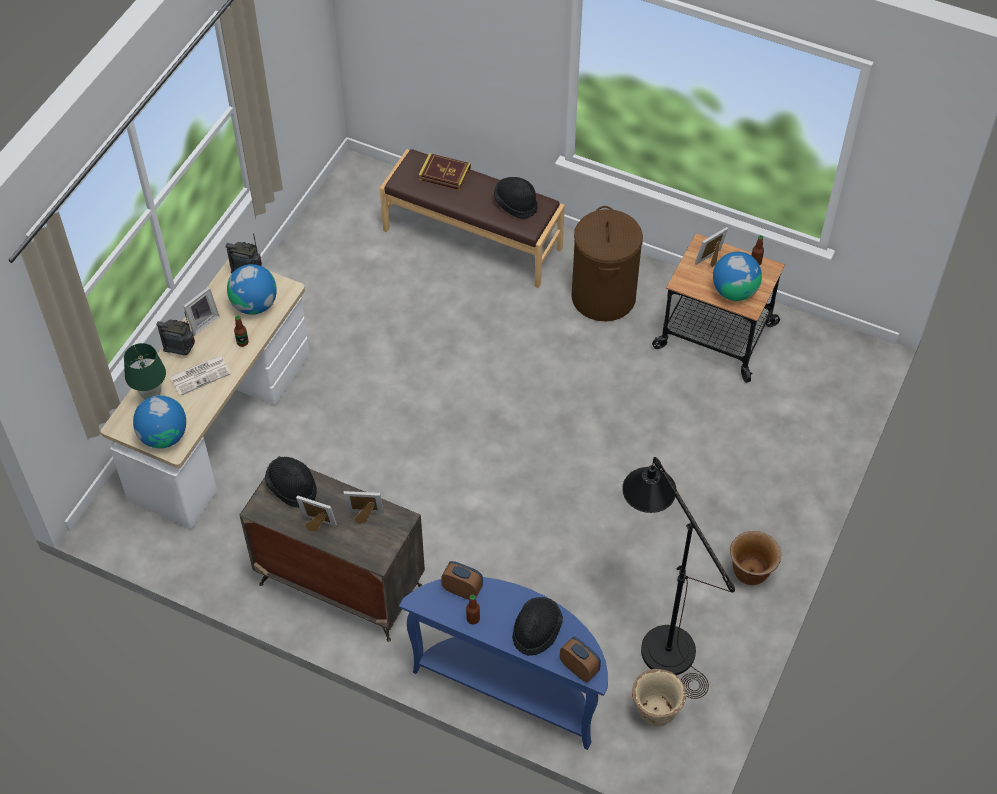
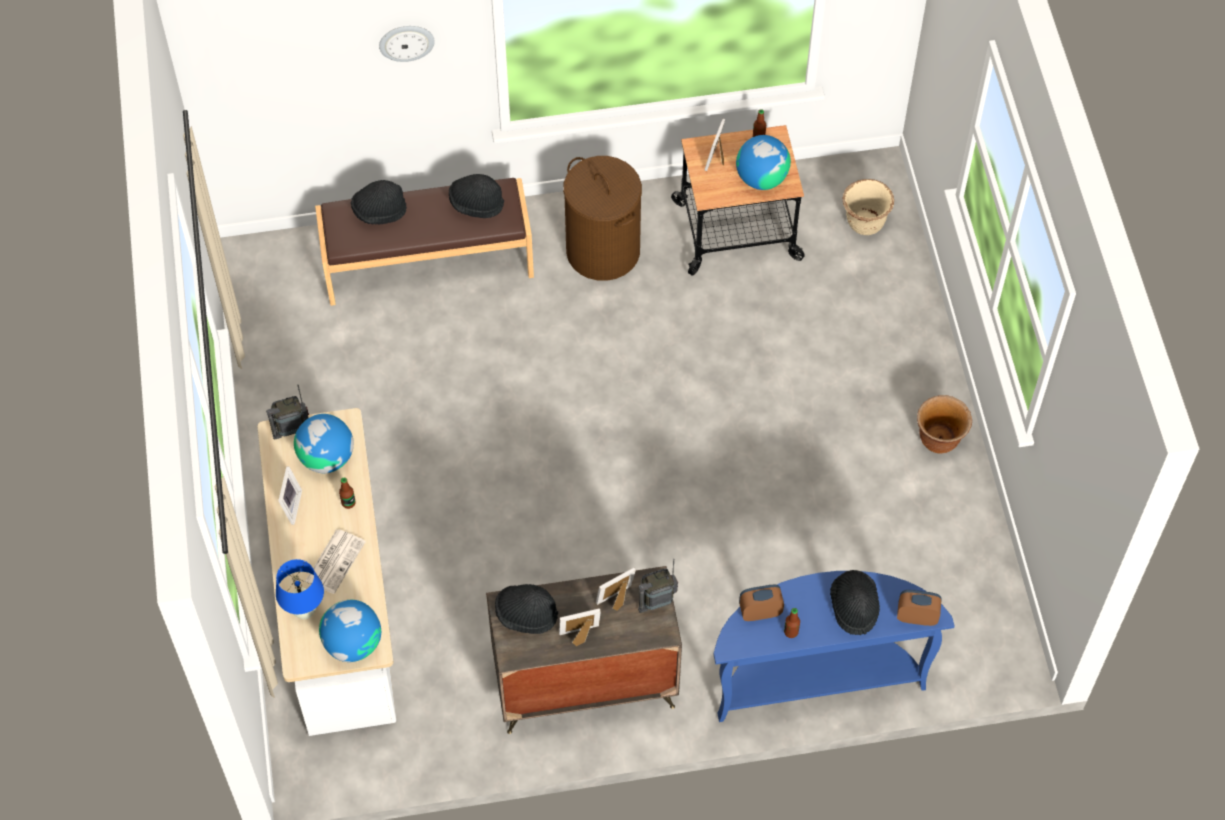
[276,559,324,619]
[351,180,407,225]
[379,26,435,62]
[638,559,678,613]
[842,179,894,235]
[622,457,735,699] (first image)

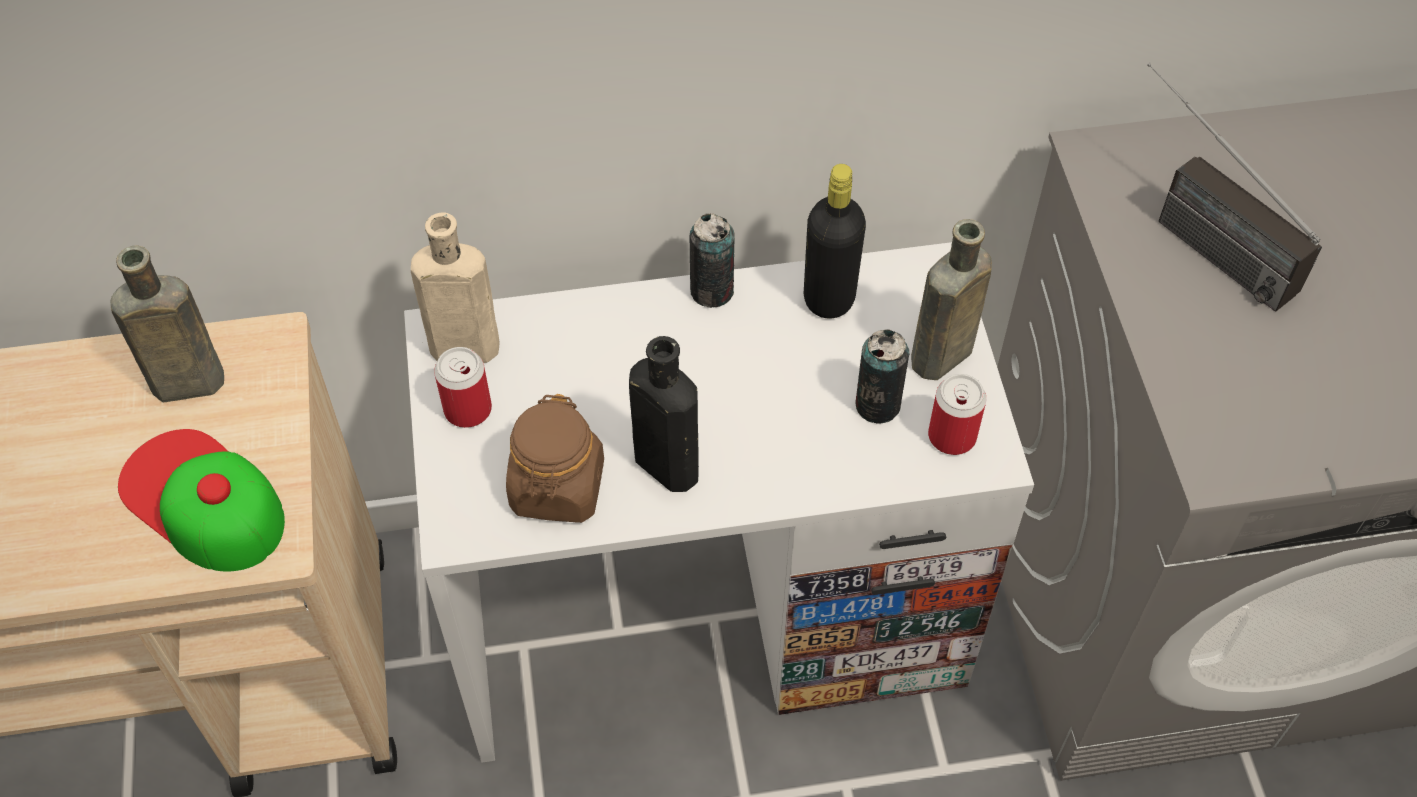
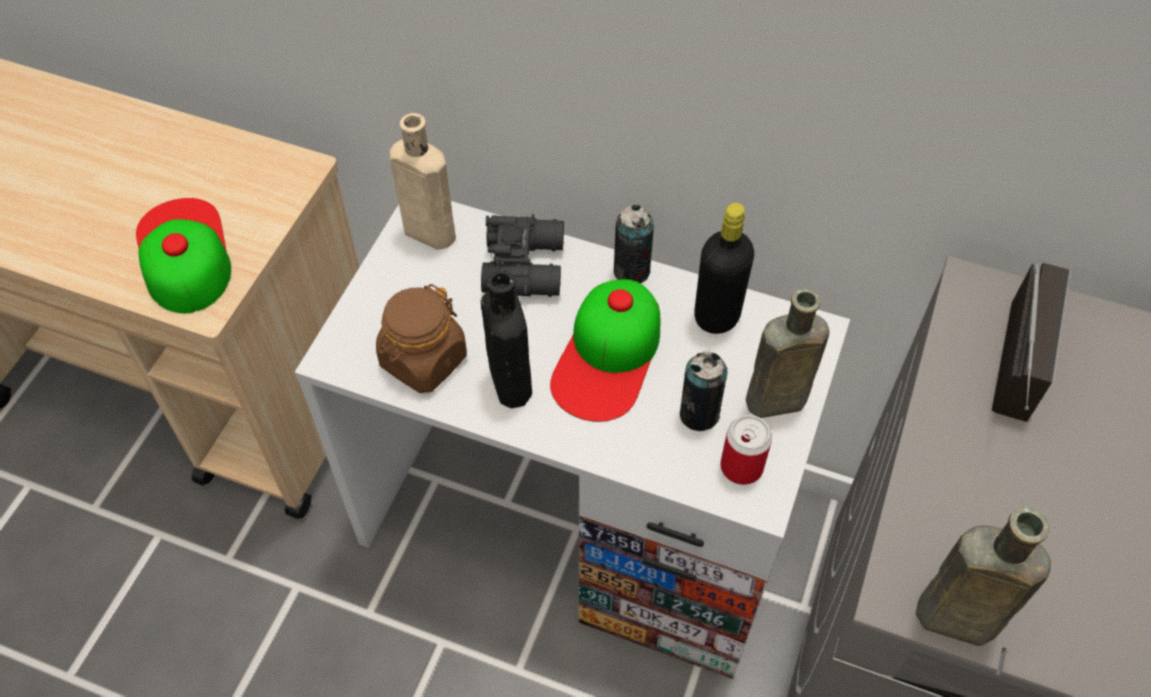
[481,214,564,297]
[550,279,660,422]
[916,507,1051,646]
[992,263,1070,422]
[434,347,492,428] (first image)

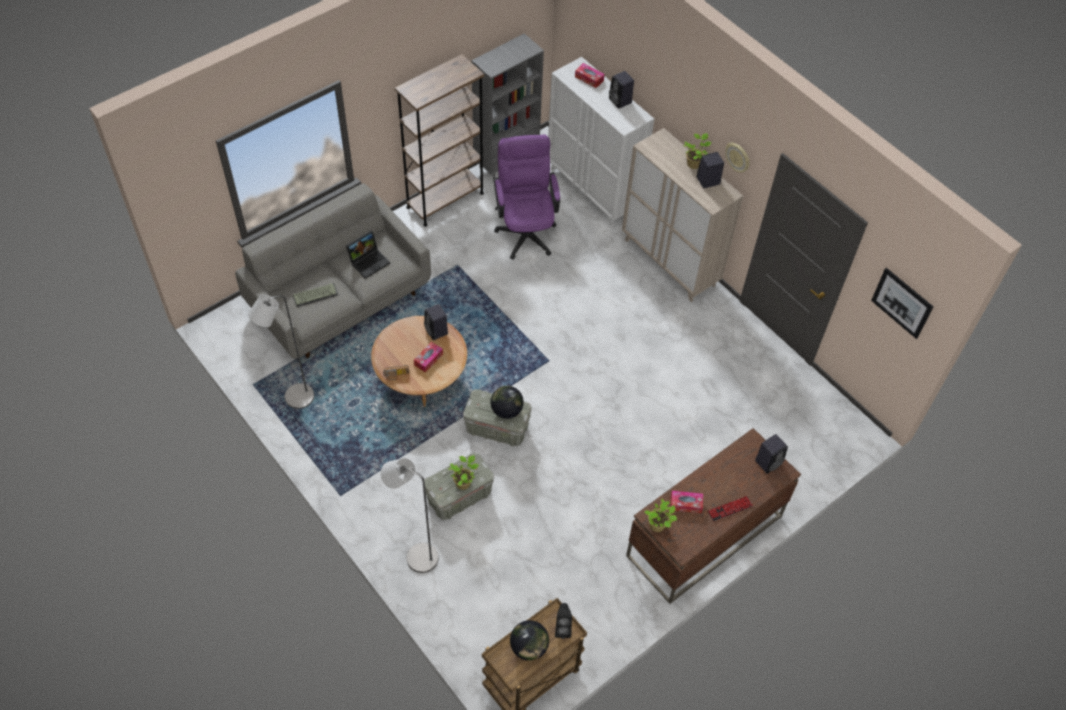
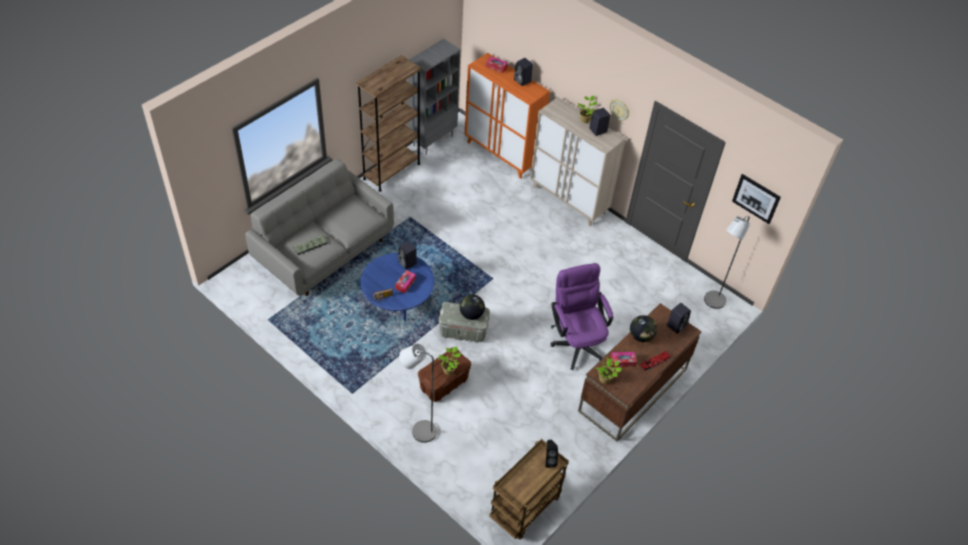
[360,253,434,322]
[418,347,471,402]
[465,53,550,179]
[551,263,613,370]
[630,315,657,342]
[704,216,750,309]
[346,231,390,279] (first image)

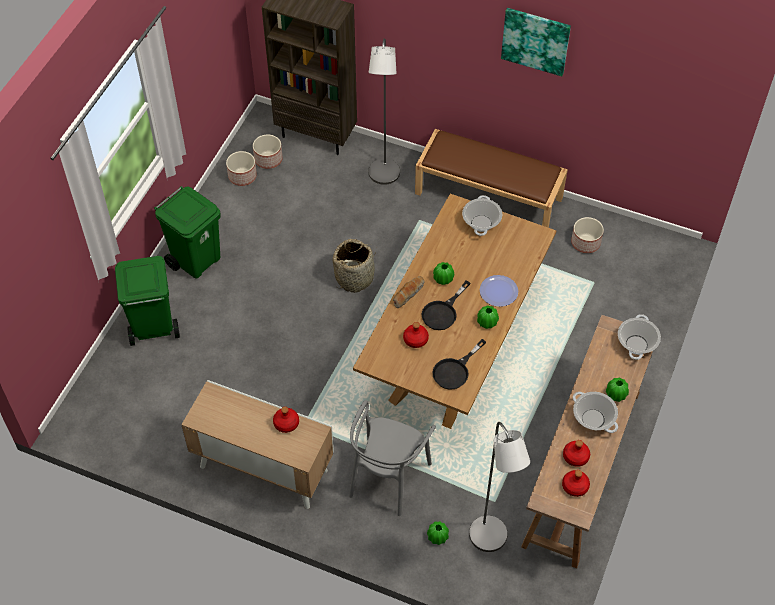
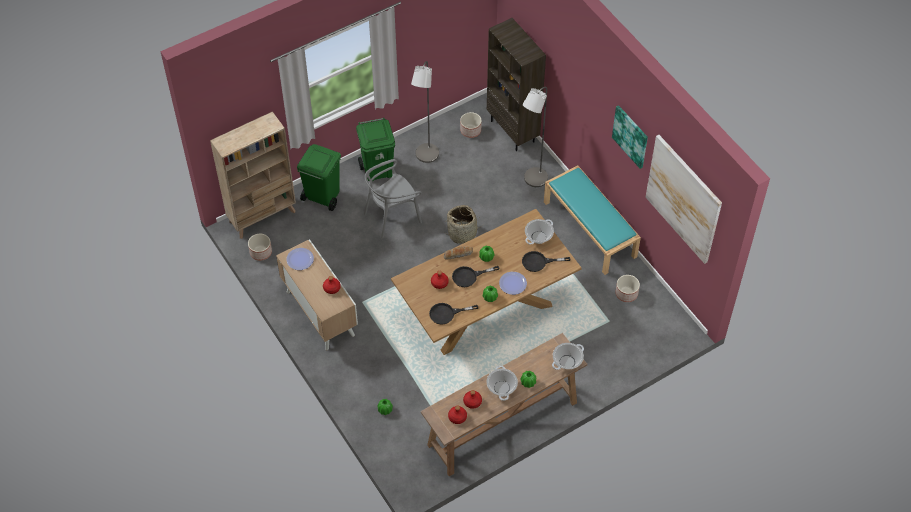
[210,111,296,239]
[248,234,272,261]
[286,248,314,270]
[364,159,422,238]
[411,61,439,163]
[522,251,570,272]
[544,165,641,275]
[645,135,722,264]

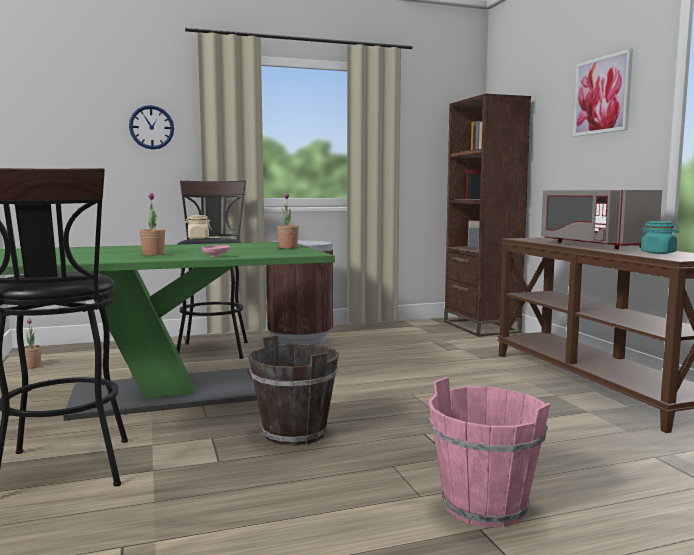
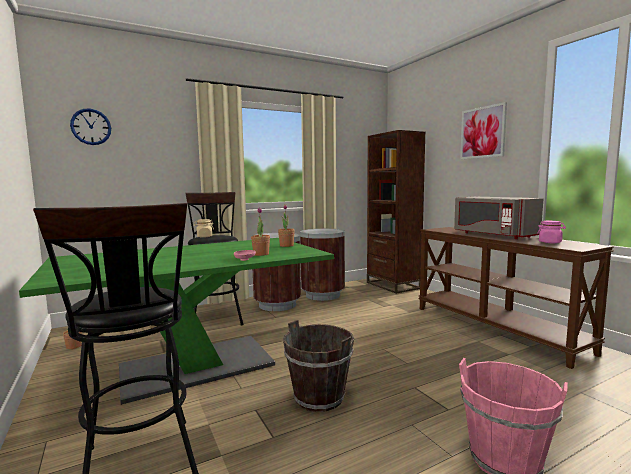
[70,108,111,145]
[251,207,270,256]
[300,229,345,301]
[537,221,566,243]

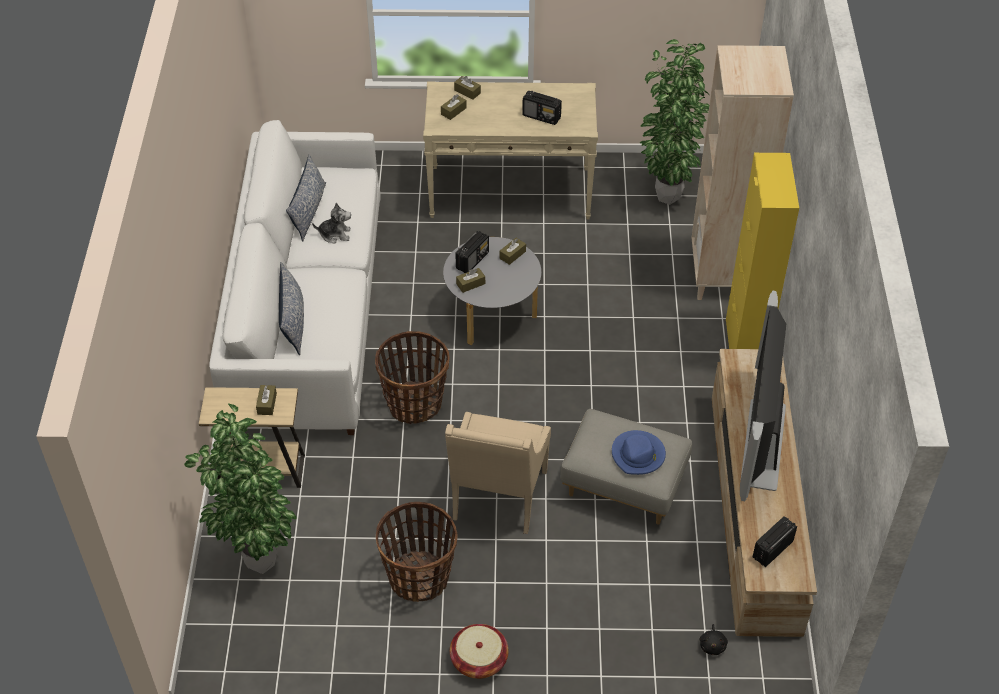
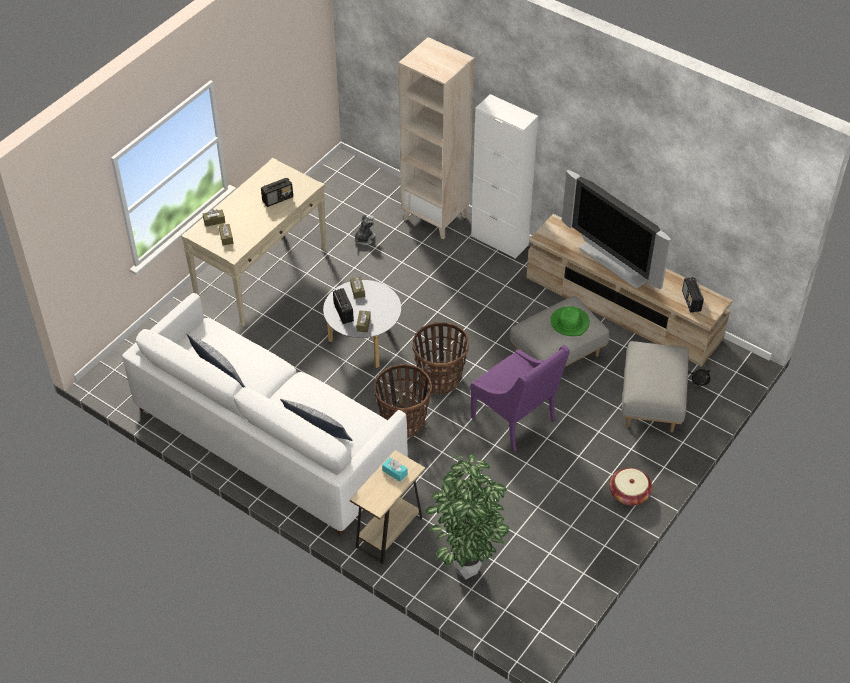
[355,215,376,245]
[382,457,408,482]
[412,322,469,395]
[470,345,570,452]
[471,94,538,259]
[550,306,590,336]
[621,341,689,432]
[640,39,710,205] (first image)

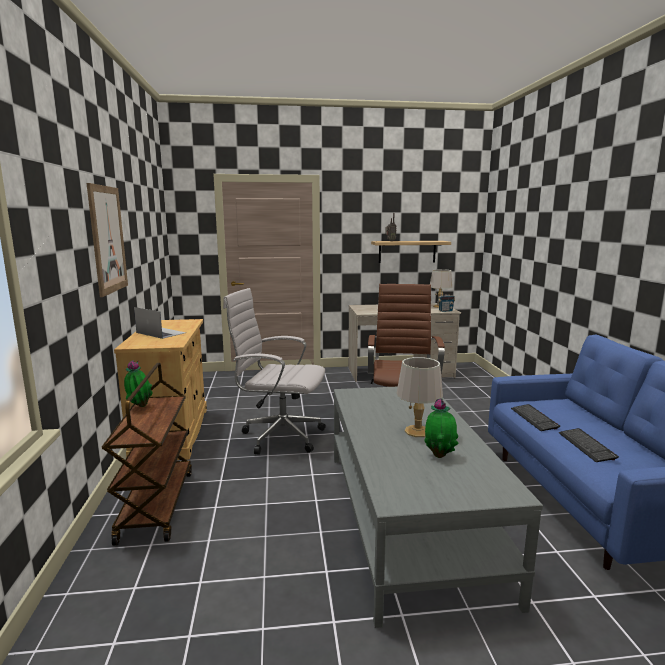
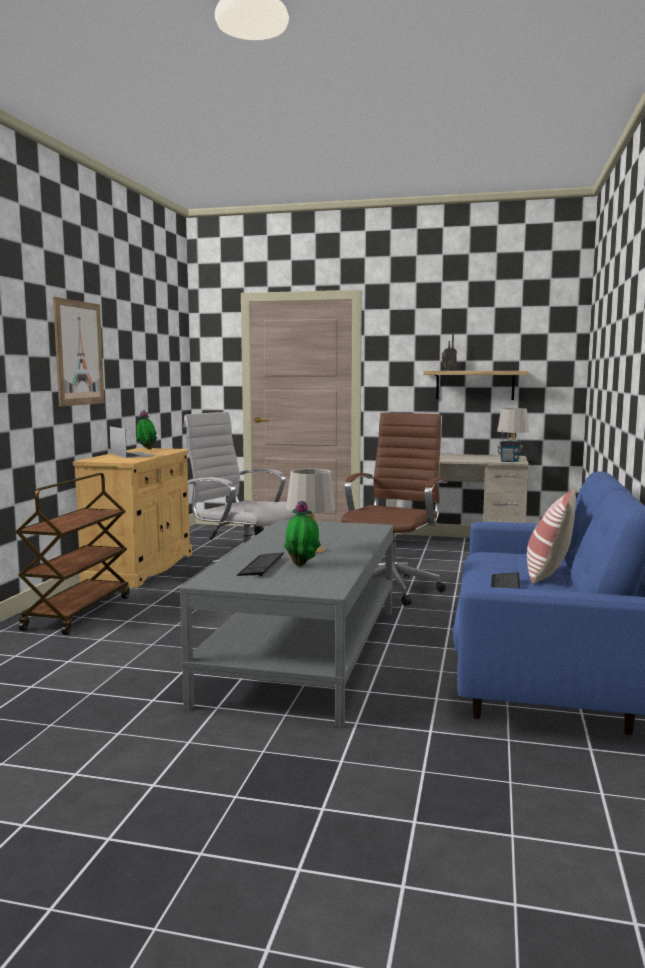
[136,410,157,449]
[237,552,284,576]
[527,488,576,584]

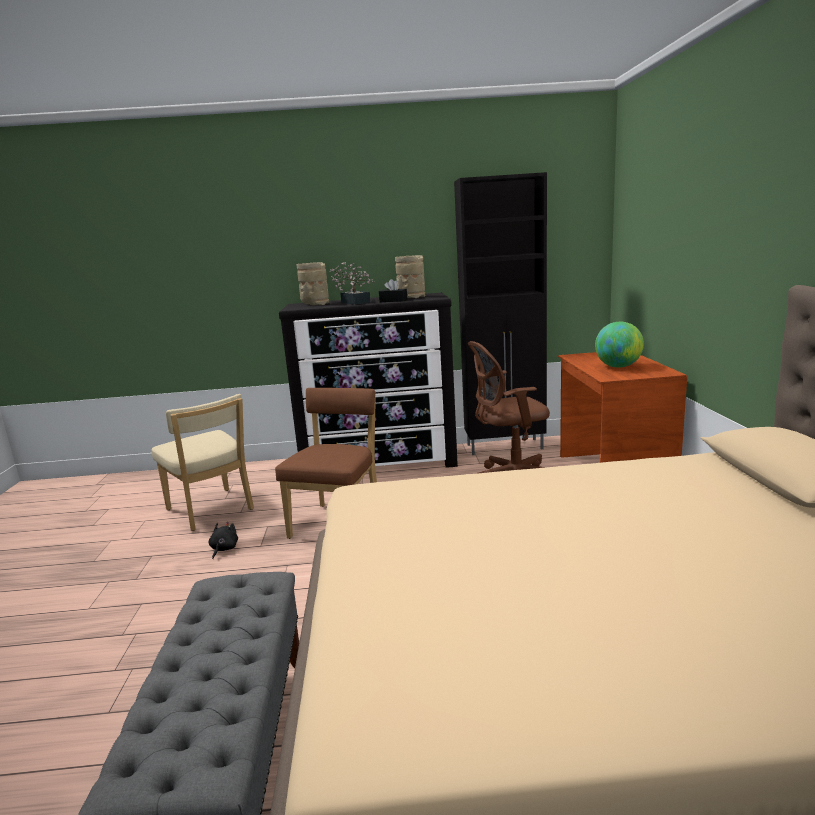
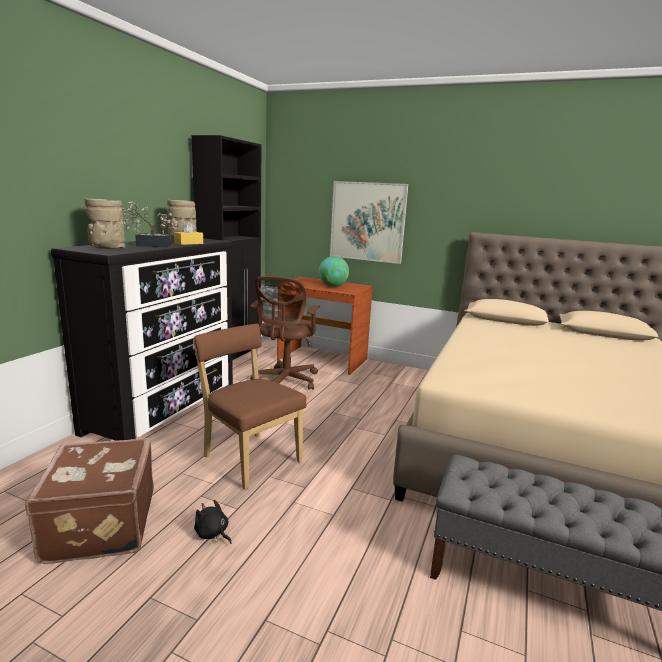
[25,438,154,564]
[174,222,203,245]
[330,181,408,264]

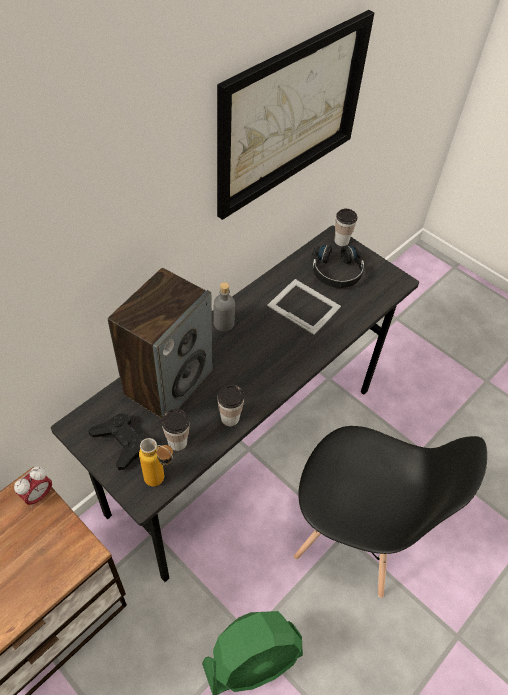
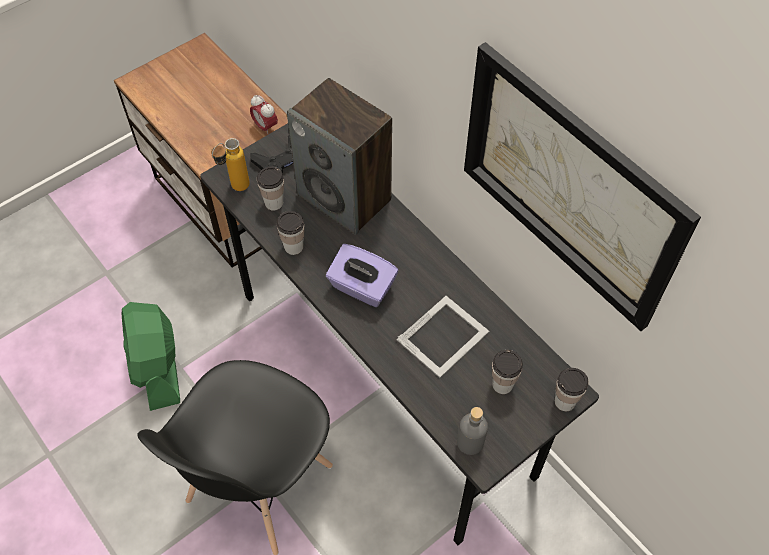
[326,244,398,307]
[457,407,488,455]
[492,350,523,394]

